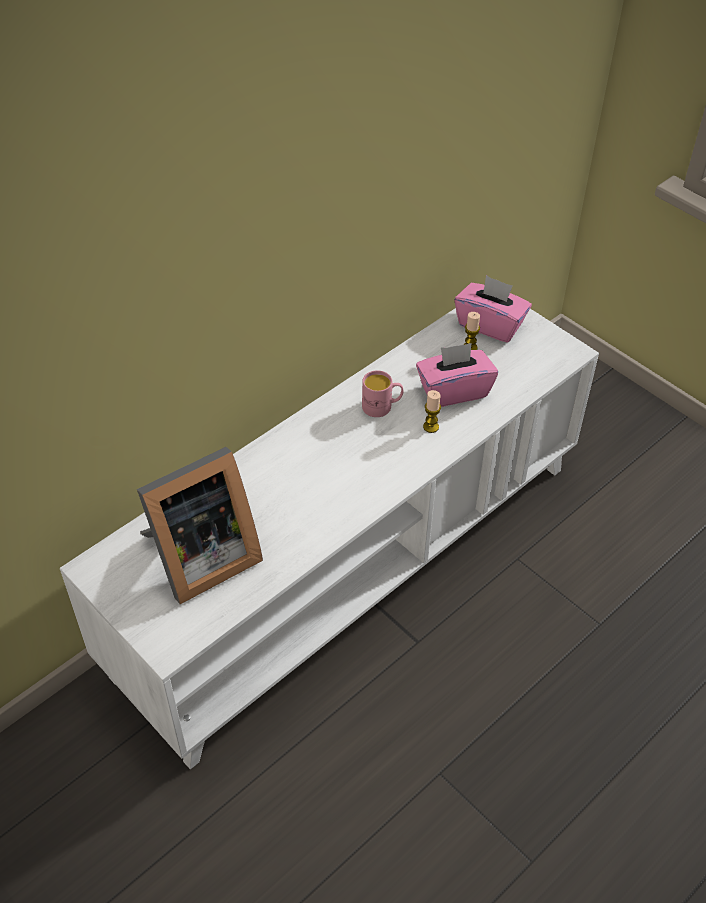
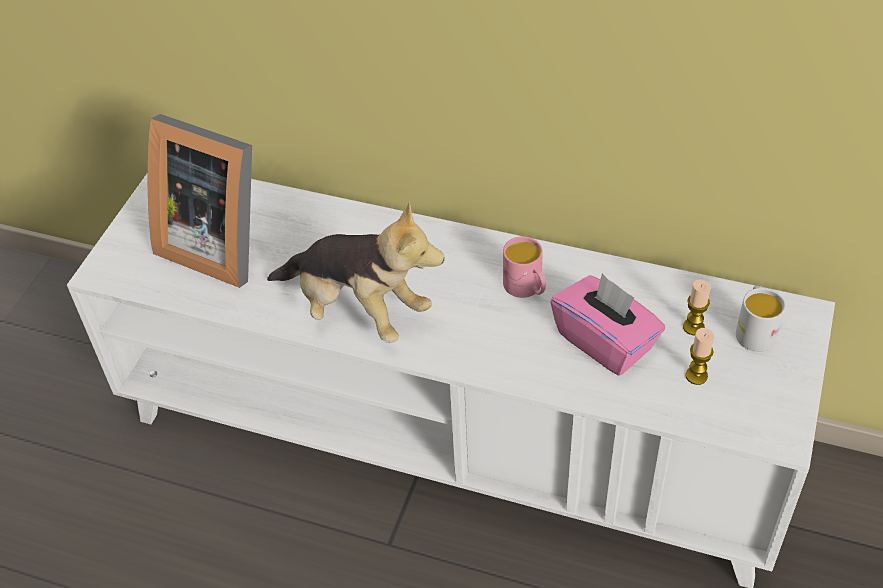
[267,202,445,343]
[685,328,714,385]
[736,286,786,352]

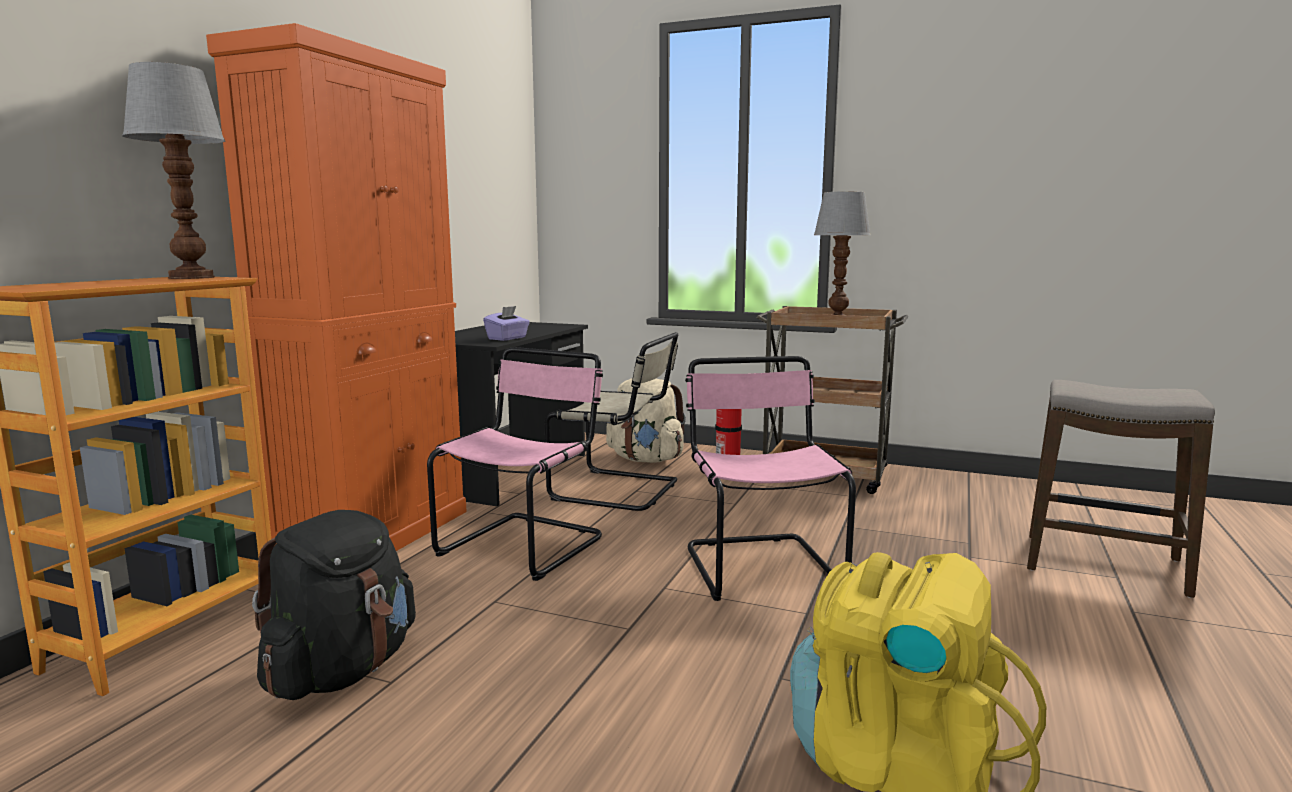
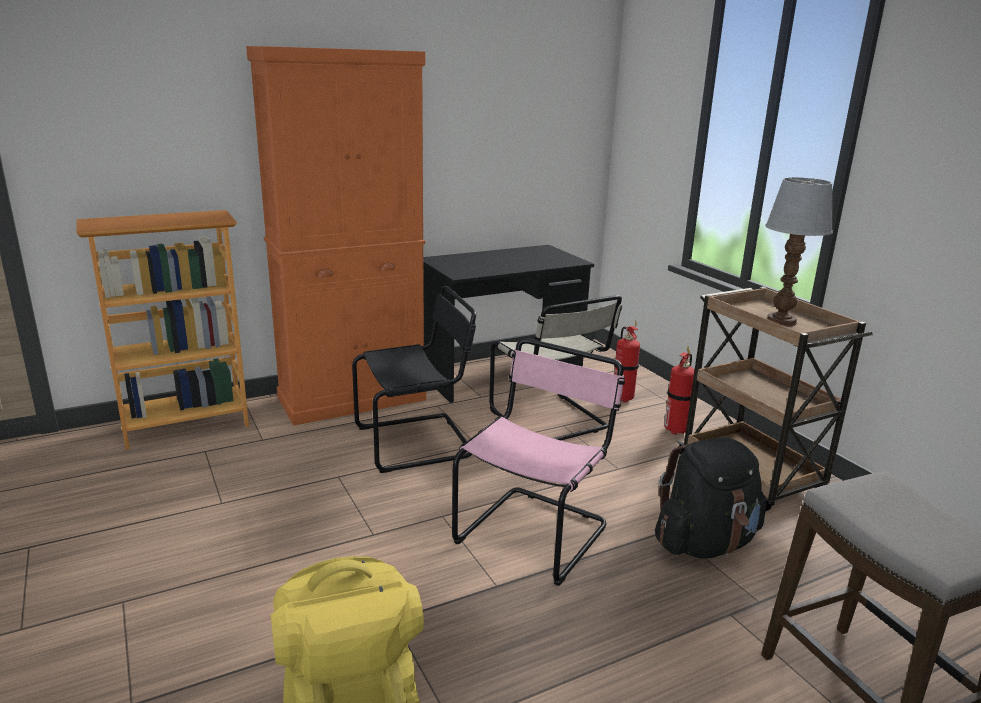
[352,286,476,473]
[614,320,640,403]
[655,437,767,559]
[122,62,225,279] (first image)
[483,306,530,341] (first image)

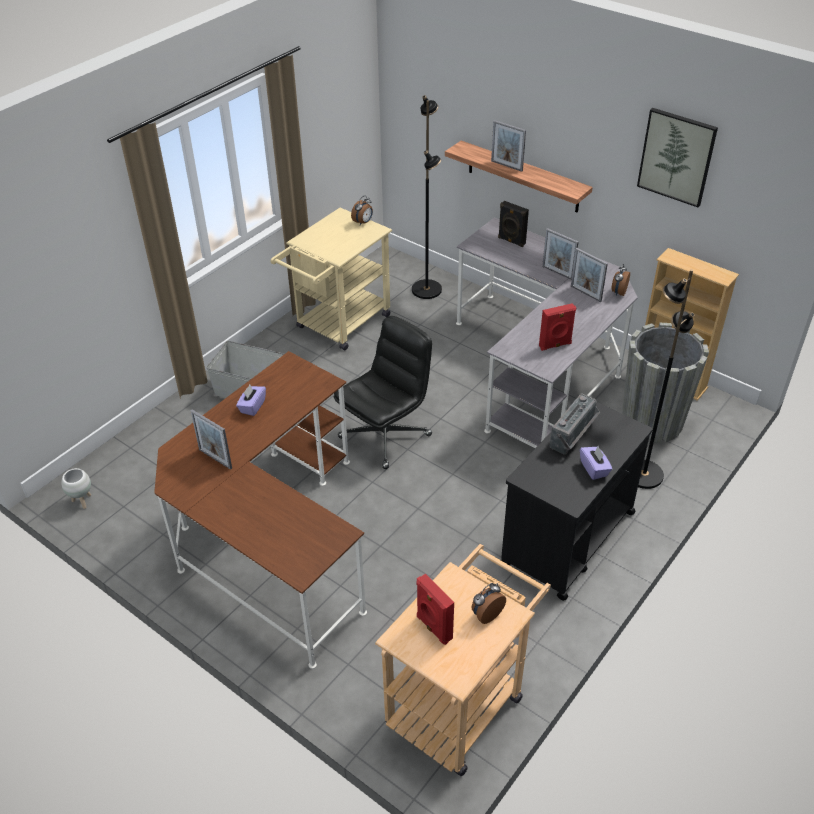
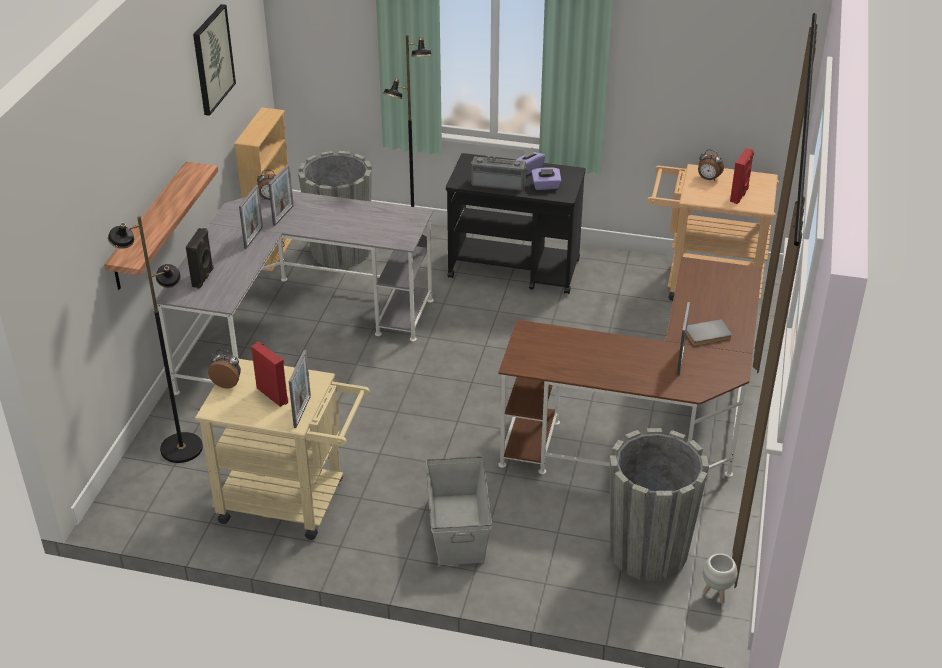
[251,341,288,407]
[289,350,311,428]
[531,167,561,190]
[610,428,709,581]
[686,319,732,346]
[334,316,432,469] (first image)

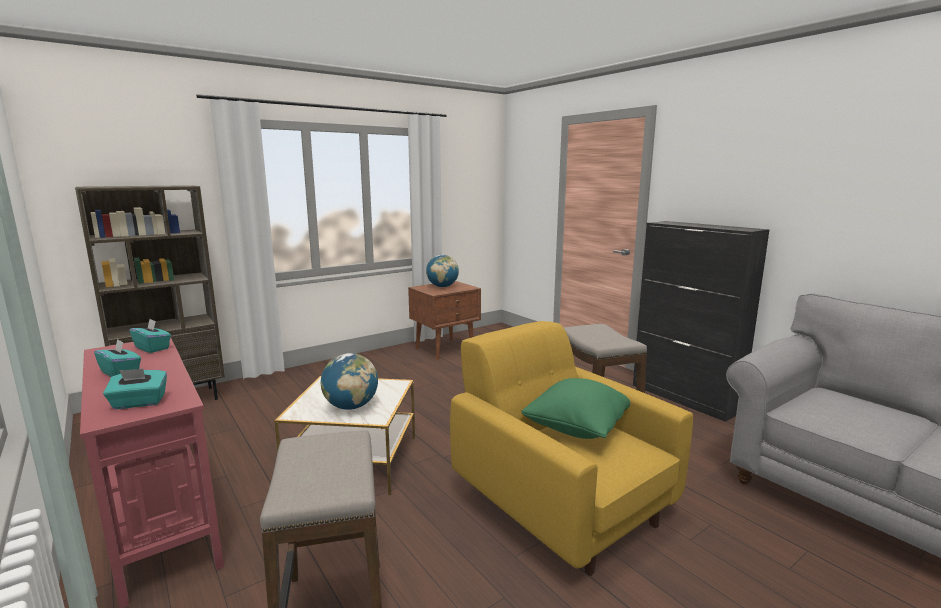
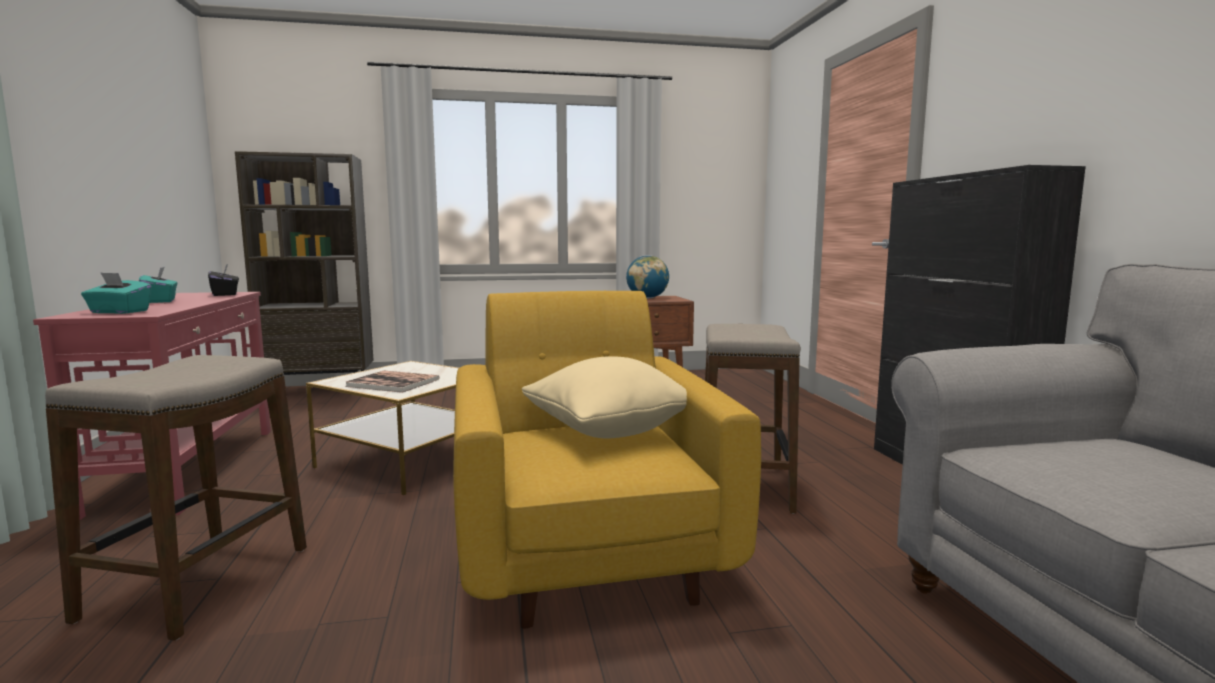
[208,264,239,296]
[346,371,439,393]
[522,356,687,438]

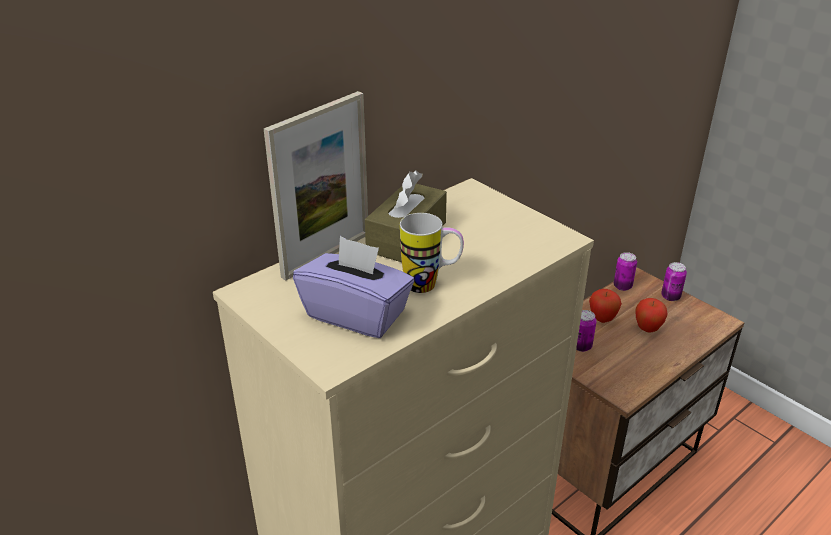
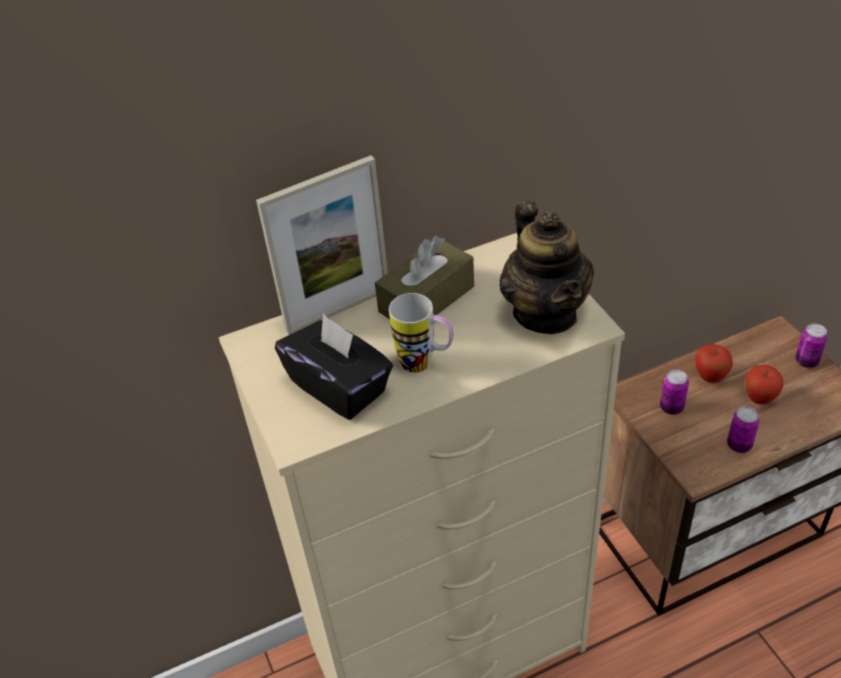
[275,313,393,420]
[499,200,594,334]
[727,407,760,453]

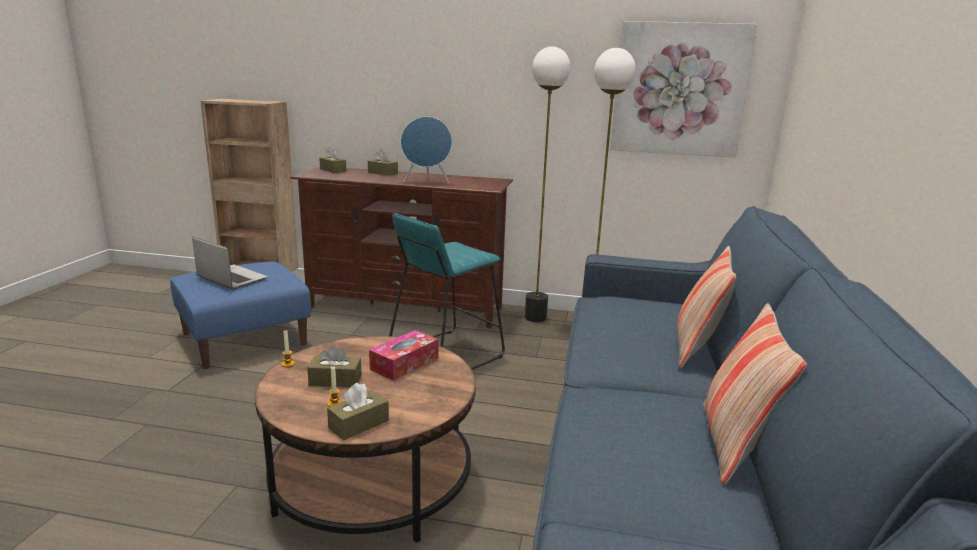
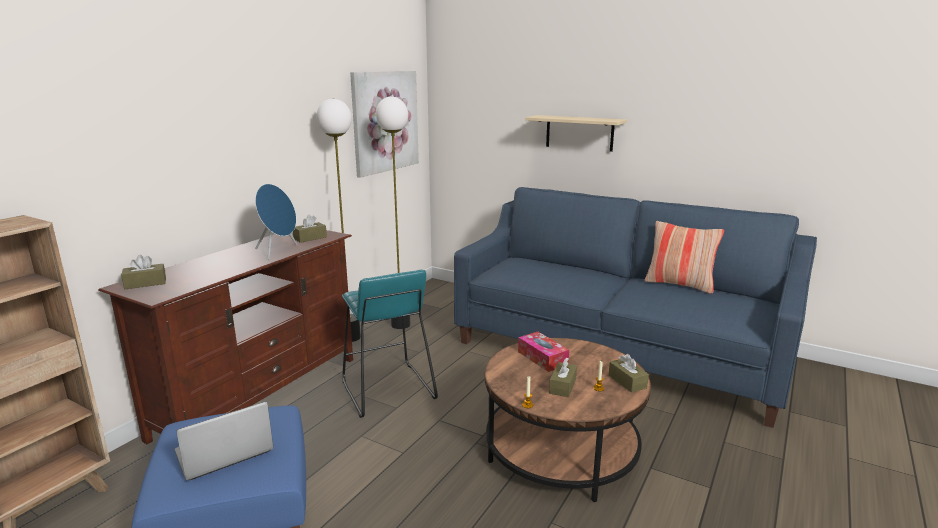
[293,214,327,243]
[525,115,627,152]
[677,246,736,368] (first image)

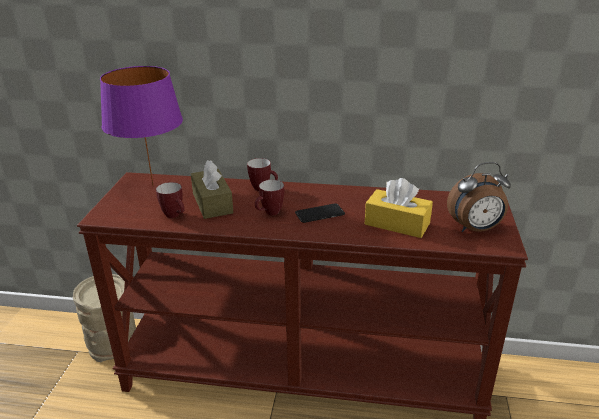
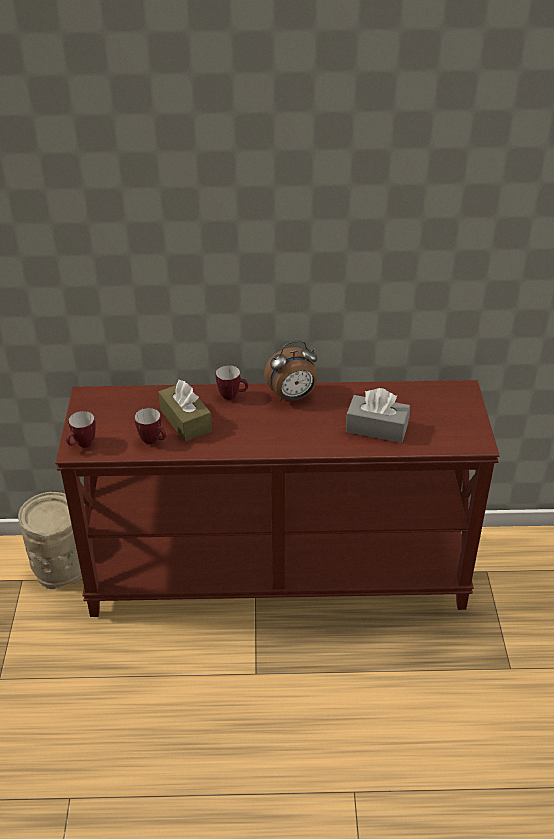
[66,411,96,448]
[264,341,317,401]
[346,388,410,443]
[100,66,183,186] (first image)
[295,203,345,223] (first image)

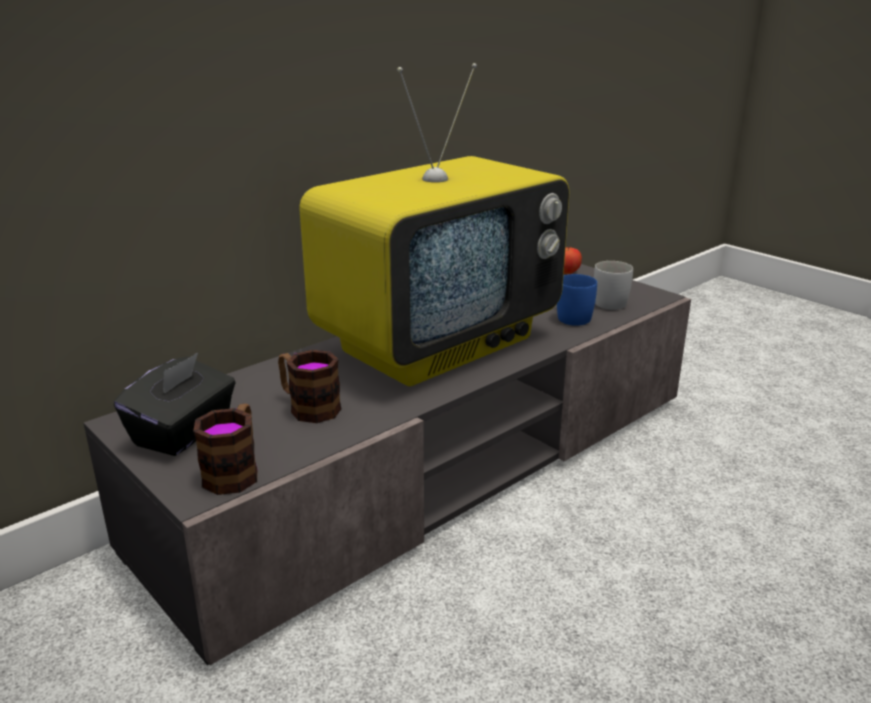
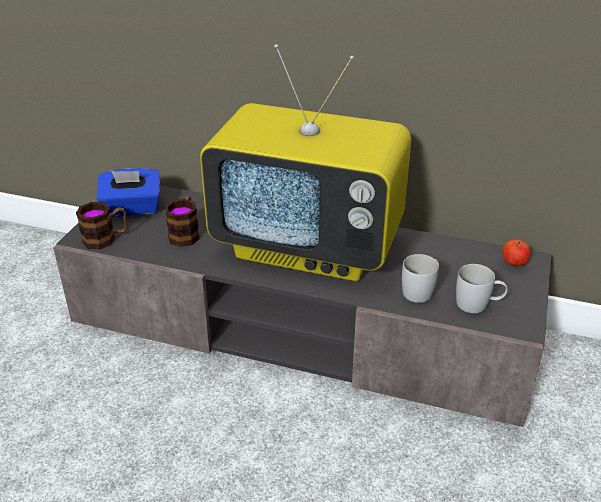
[97,168,161,217]
[402,254,439,303]

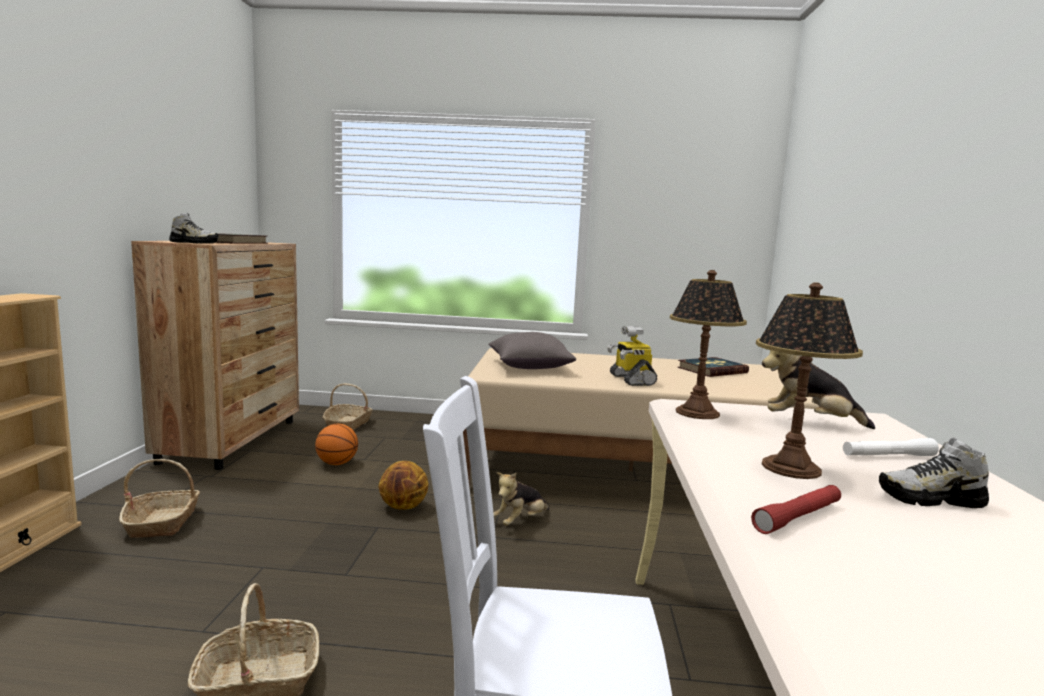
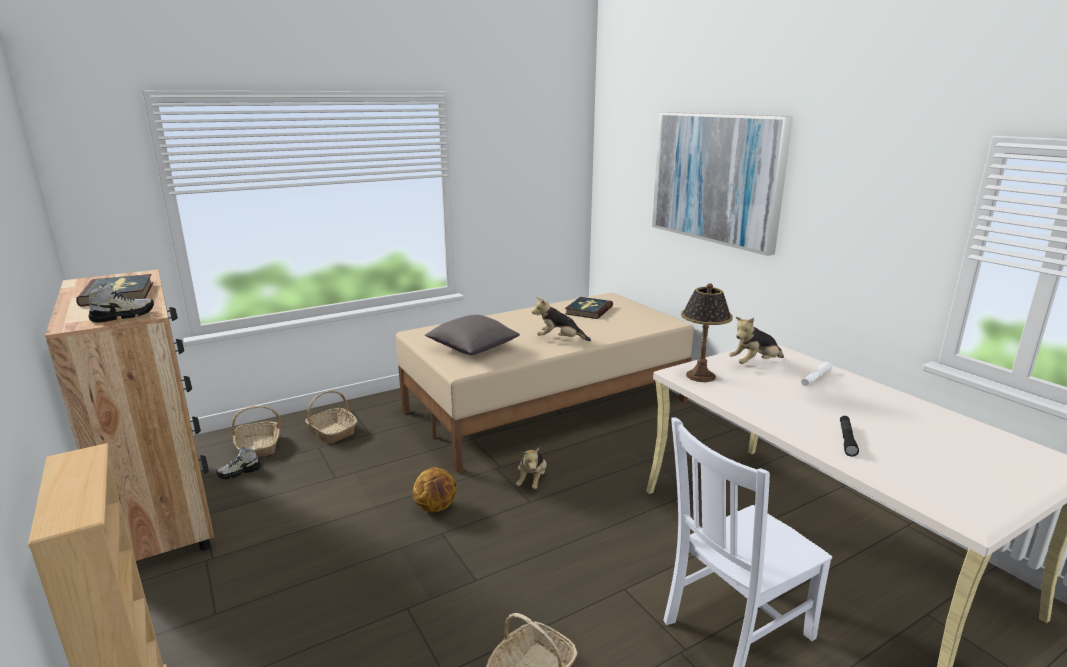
[216,447,261,479]
[305,390,357,443]
[532,297,591,341]
[652,112,793,256]
[840,416,859,457]
[315,424,358,465] (first image)
[756,282,863,479] (first image)

